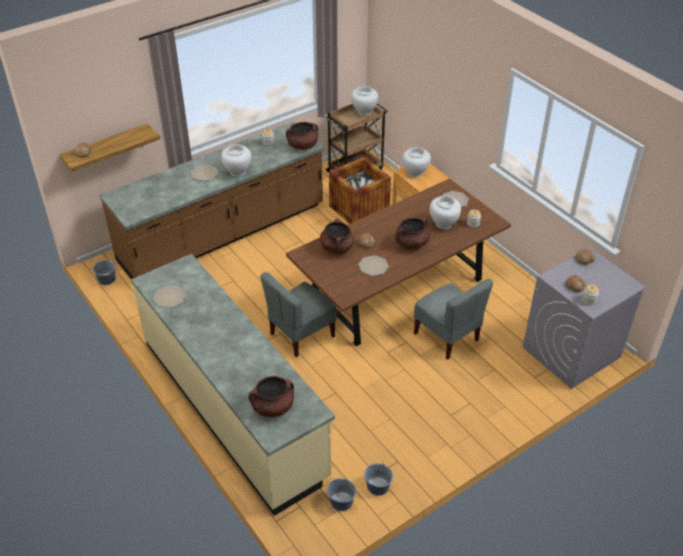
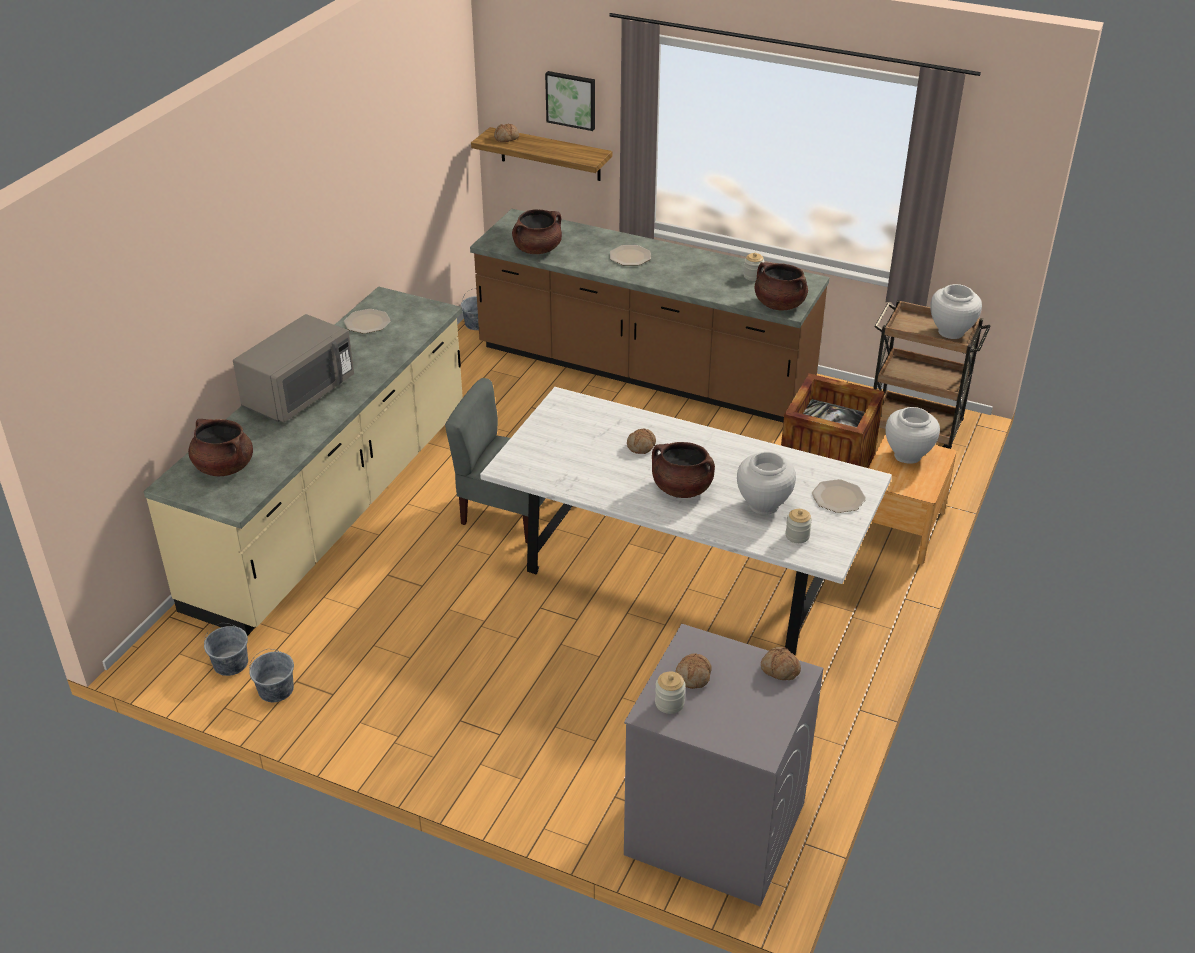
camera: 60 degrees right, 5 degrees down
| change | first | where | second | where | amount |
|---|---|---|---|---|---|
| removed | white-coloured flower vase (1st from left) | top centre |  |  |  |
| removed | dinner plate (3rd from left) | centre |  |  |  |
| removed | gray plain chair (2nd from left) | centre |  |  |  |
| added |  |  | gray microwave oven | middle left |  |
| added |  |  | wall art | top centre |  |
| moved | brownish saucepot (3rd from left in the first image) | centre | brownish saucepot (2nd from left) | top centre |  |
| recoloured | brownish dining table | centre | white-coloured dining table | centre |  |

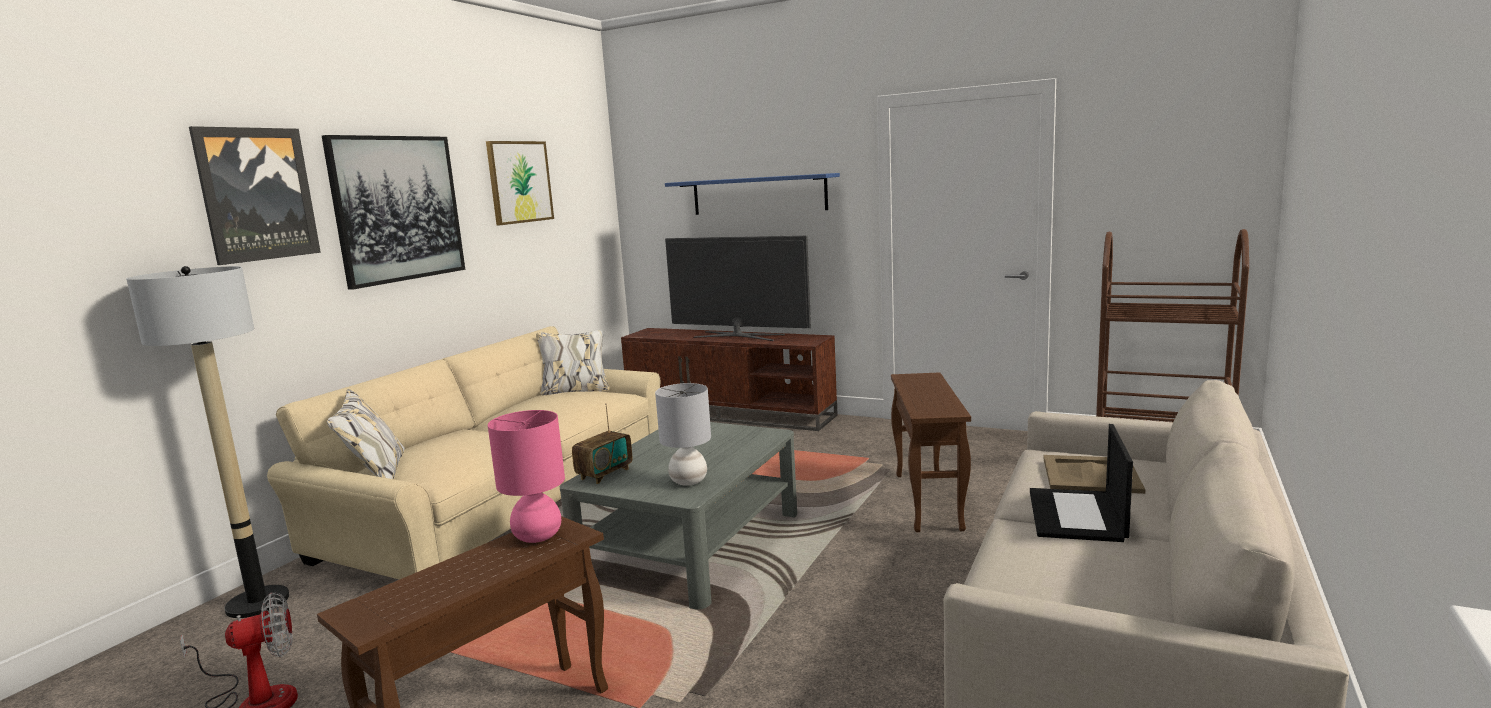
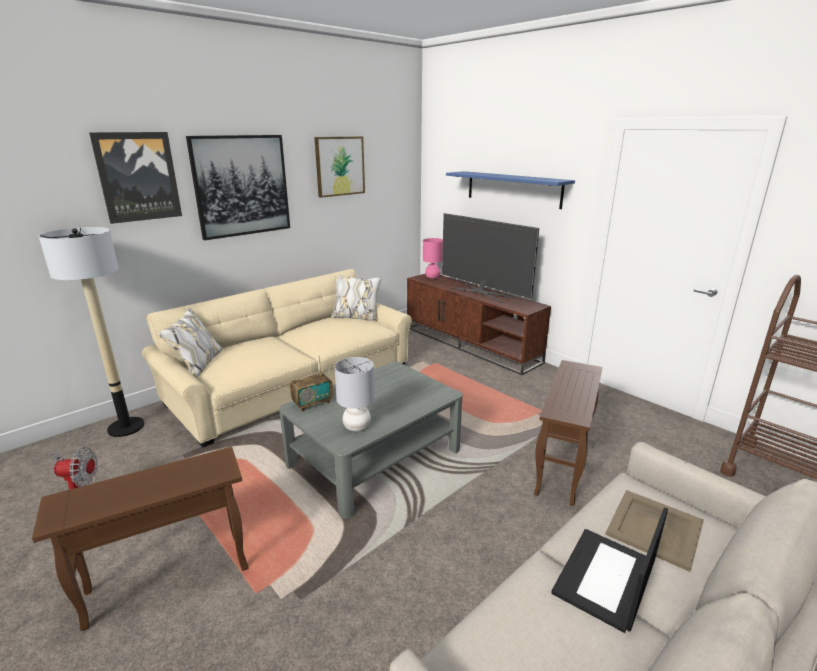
camera: 20 degrees right, 10 degrees up
| change | first | where | second | where | amount |
|---|---|---|---|---|---|
| moved | pinkish table lamp | bottom centre |  | centre |  |

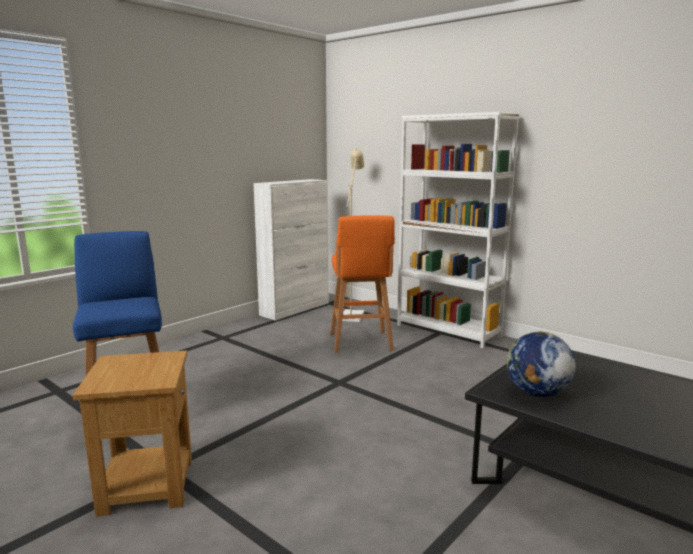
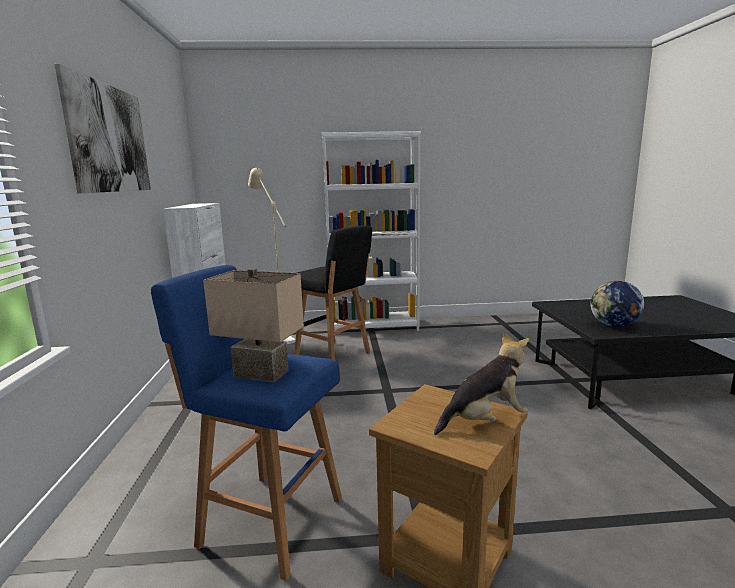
camera: 45 degrees left, 0 degrees up
| change | first | where | second | where | amount |
|---|---|---|---|---|---|
| added |  |  | wall art | top left |  |
| added |  |  | beige-coloured table lamp | centre |  |
| added |  |  | soft toy | centre |  |
| recoloured | orangey stool | centre | black-coloured stool | centre |  |

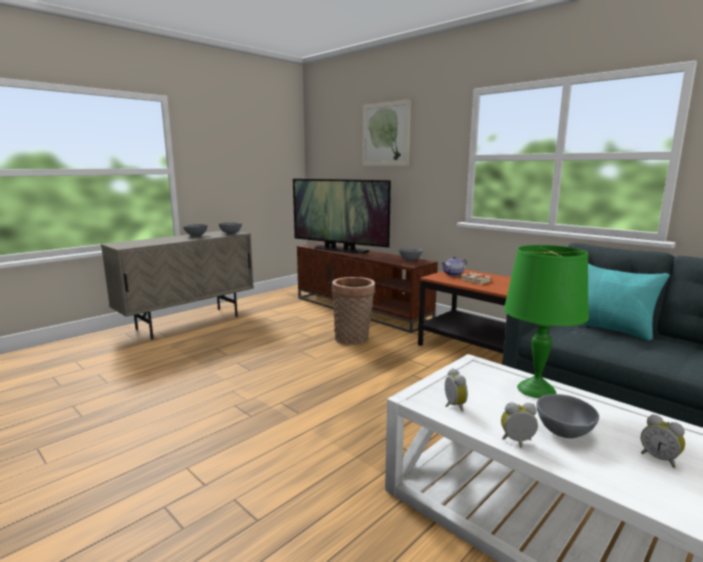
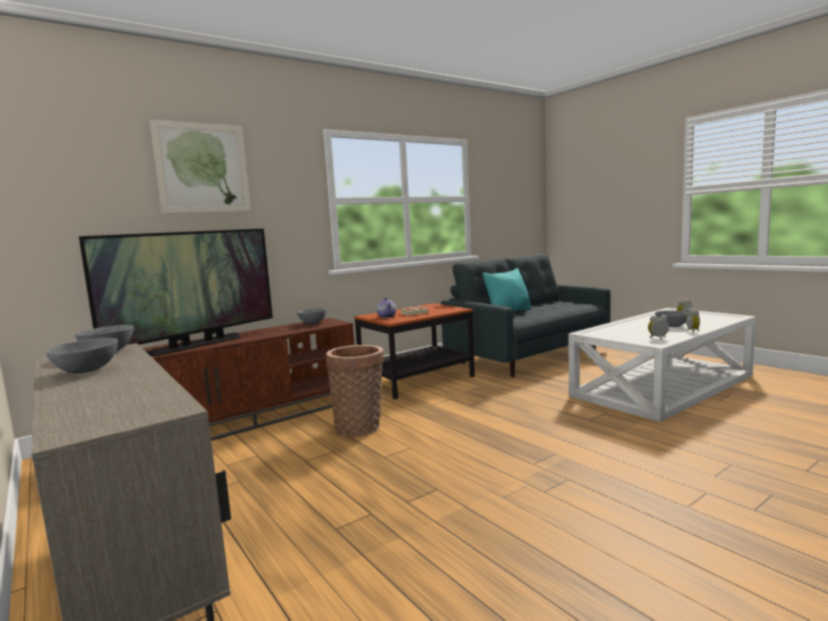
camera: 80 degrees left, 5 degrees down
| change | first | where | second | where | amount |
|---|---|---|---|---|---|
| removed | green-coloured table lamp | middle right |  |  |  |

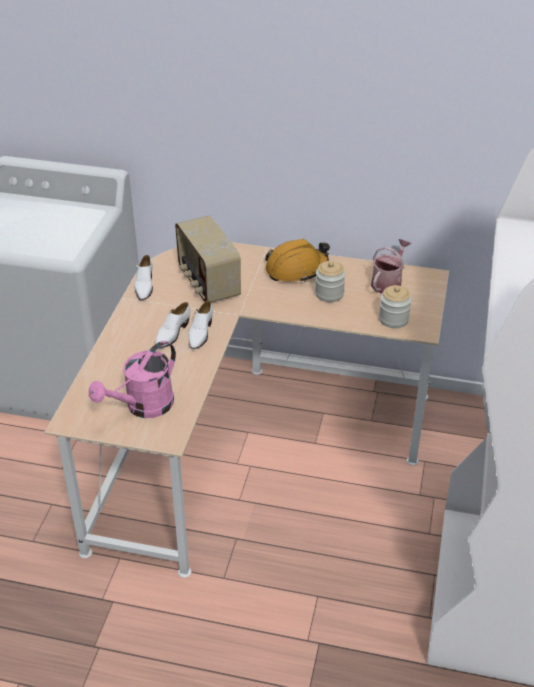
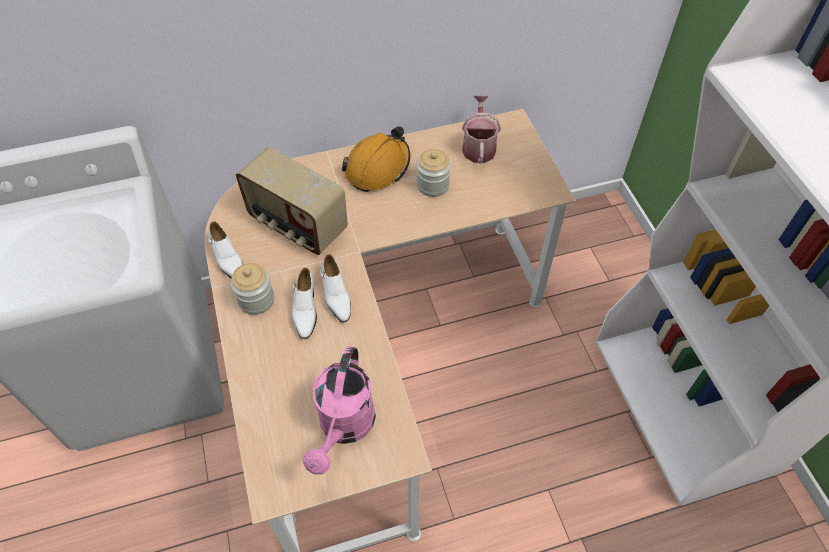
camera: 30 degrees left, 15 degrees up
| change | first | where | second | where | amount |
|---|---|---|---|---|---|
| moved | storage jar (2nd from left in the first image) | middle right | storage jar (1st from left) | middle left |  |

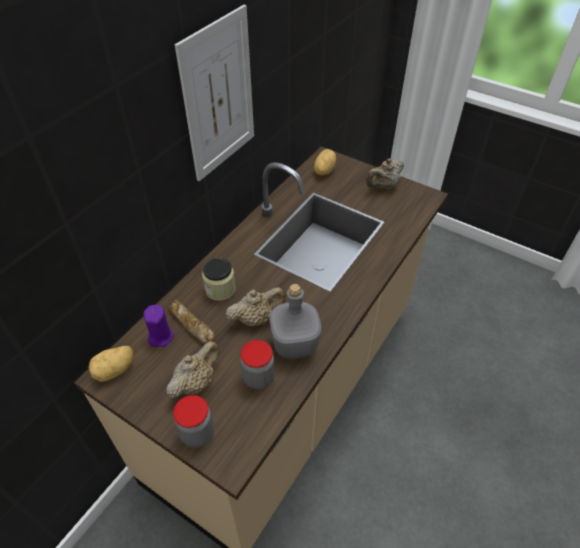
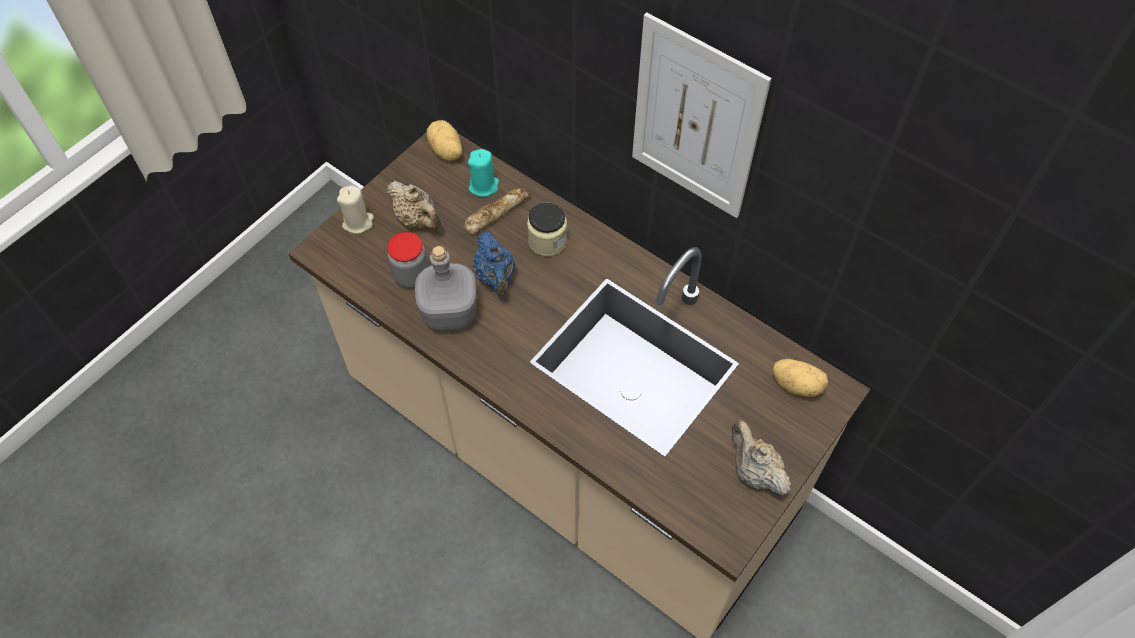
camera: 95 degrees right, 10 degrees up
| change | first | where | second | where | amount |
|---|---|---|---|---|---|
| replaced | storage jar (1st from left) | bottom left | beige-coloured wax candle | top left |  |
| recoloured | purple wax candle | middle left | turquoise wax candle | top centre |  |
| recoloured | beige-coloured pot for tea (2nd from left) | centre | bluish pot for tea | centre |  |

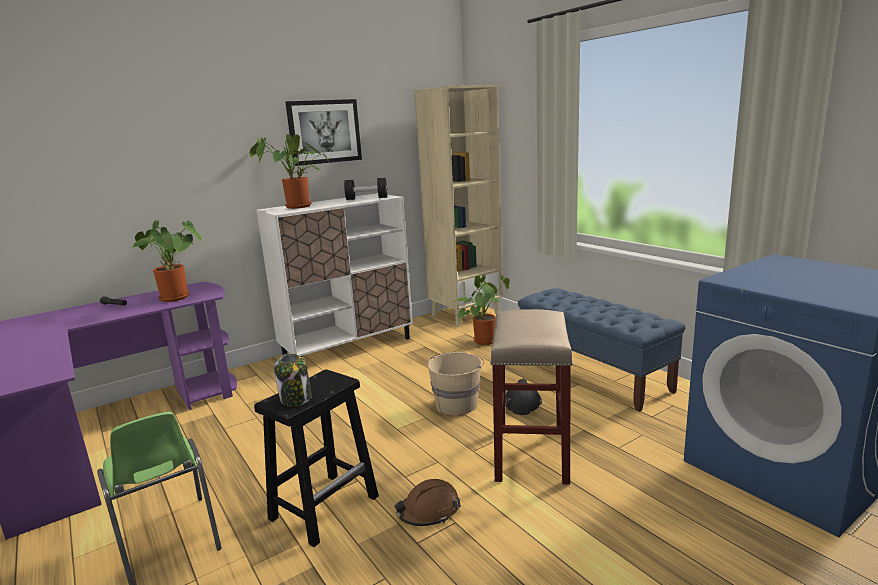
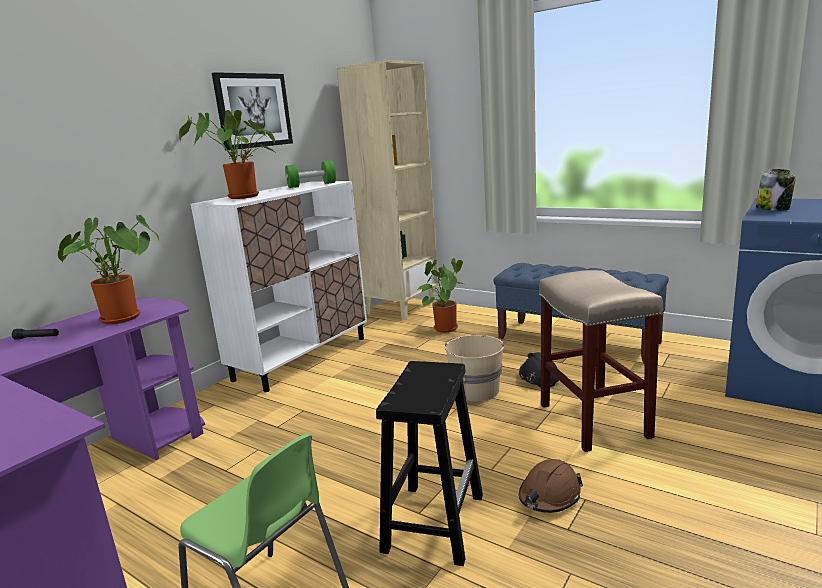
camera: 20 degrees left, 0 degrees up
| change | first | where | second | where | amount |
|---|---|---|---|---|---|
| moved | storage jar | centre |  | top right |  |
| recoloured | black-coloured dumbbell | top centre | green-coloured dumbbell | top centre |  |

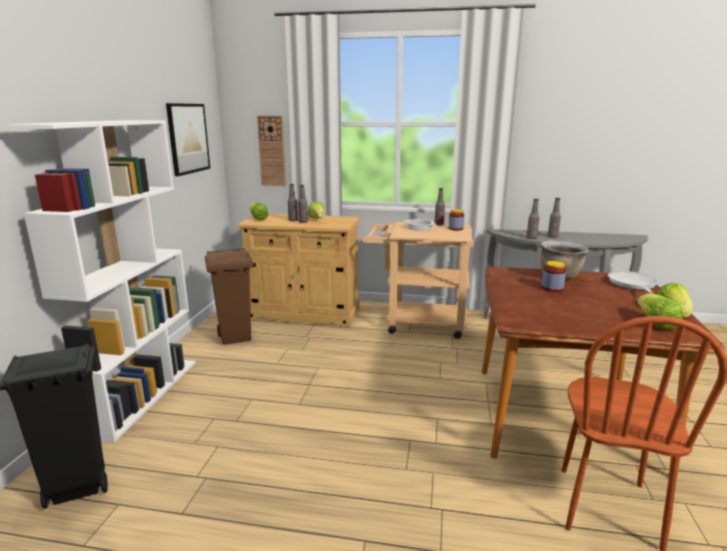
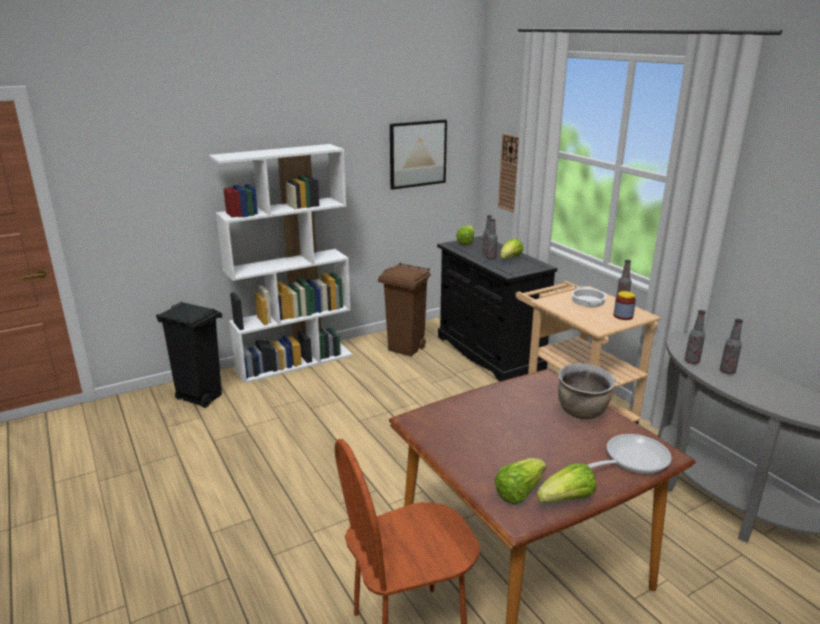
camera: 50 degrees right, 5 degrees up
| change | first | where | second | where | amount |
|---|---|---|---|---|---|
| removed | storage jar (2nd from left) | middle right |  |  |  |
| recoloured | beige-coloured cabinet | centre | black-coloured cabinet | centre |  |

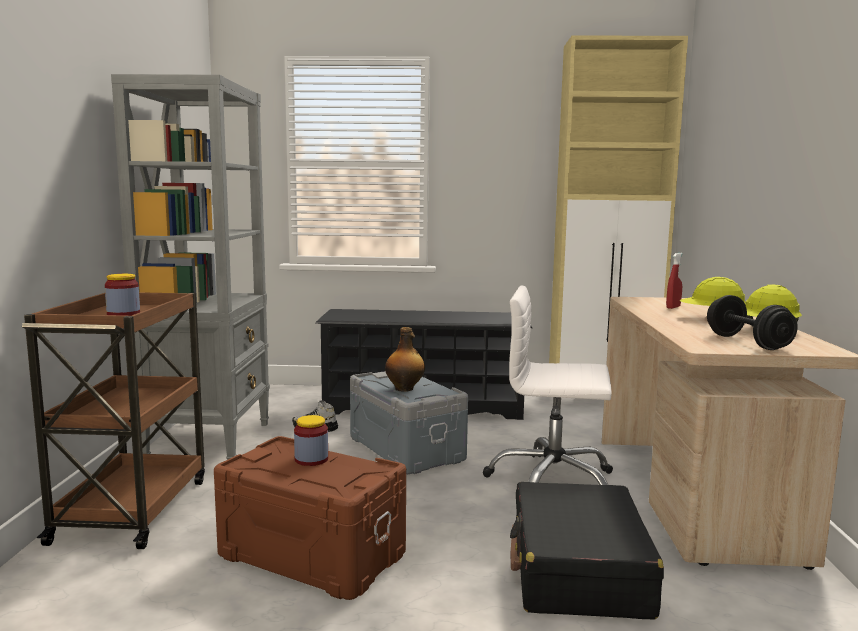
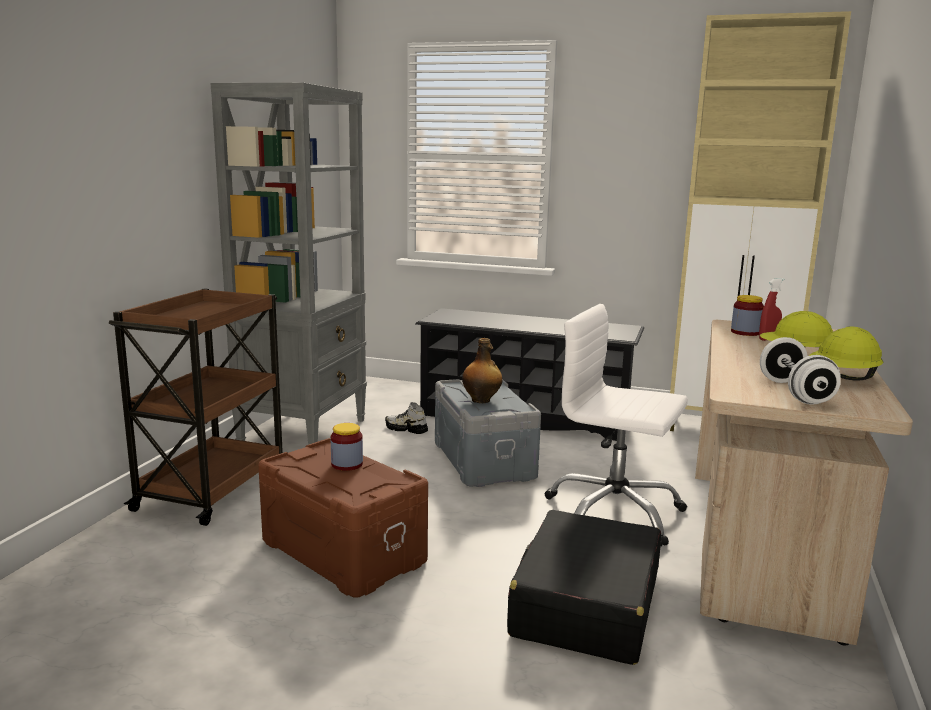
camera: 15 degrees right, 5 degrees up
| change | first | where | second | where | amount |
|---|---|---|---|---|---|
| moved | storage jar (1st from left in the first image) | middle left | storage jar (2nd from left) | middle right |  |
| recoloured | black-coloured dumbbell | middle right | white-coloured dumbbell | middle right |  |

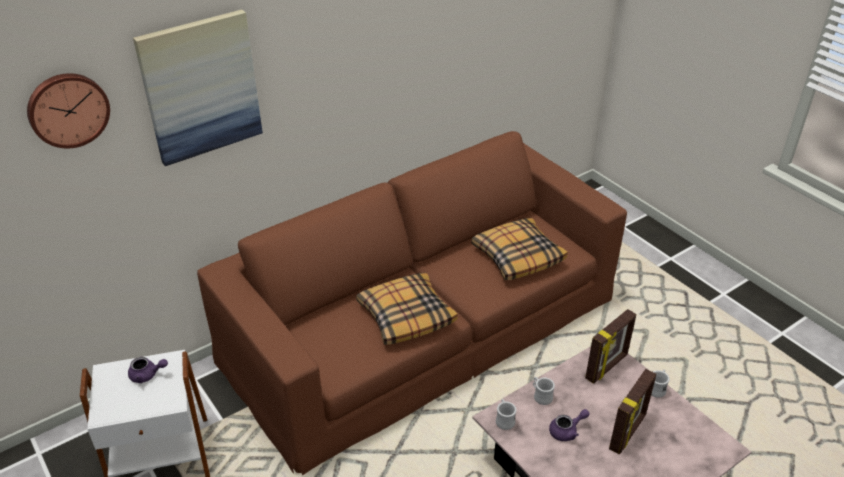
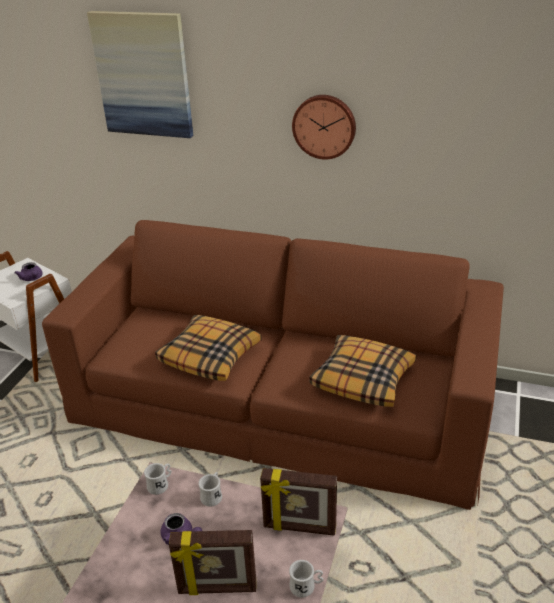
camera: 55 degrees right, 5 degrees down
| change | first | where | second | where | amount |
|---|---|---|---|---|---|
| moved | clock on the wall | top left |  | top centre |  |

